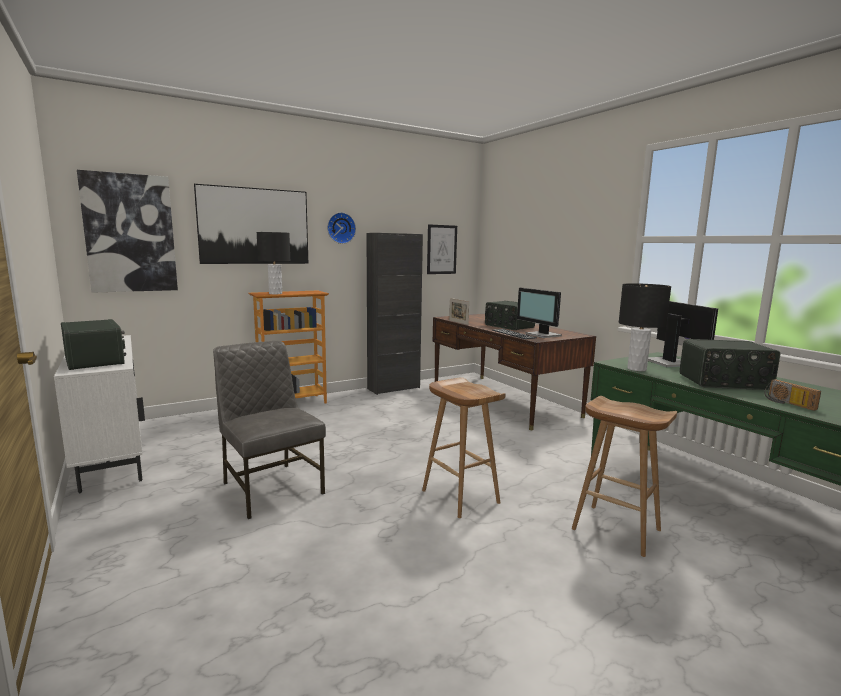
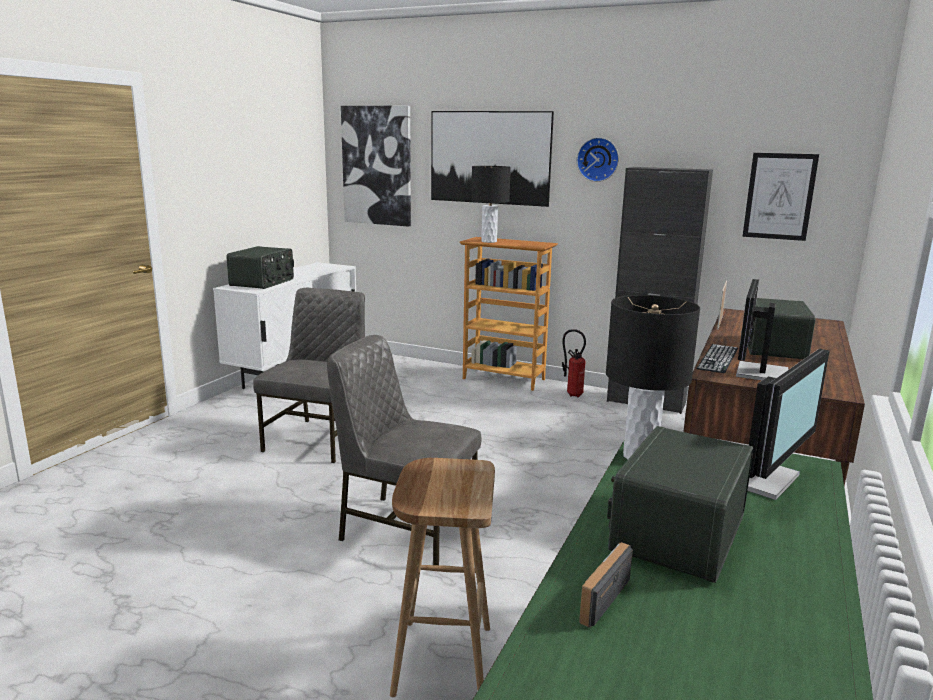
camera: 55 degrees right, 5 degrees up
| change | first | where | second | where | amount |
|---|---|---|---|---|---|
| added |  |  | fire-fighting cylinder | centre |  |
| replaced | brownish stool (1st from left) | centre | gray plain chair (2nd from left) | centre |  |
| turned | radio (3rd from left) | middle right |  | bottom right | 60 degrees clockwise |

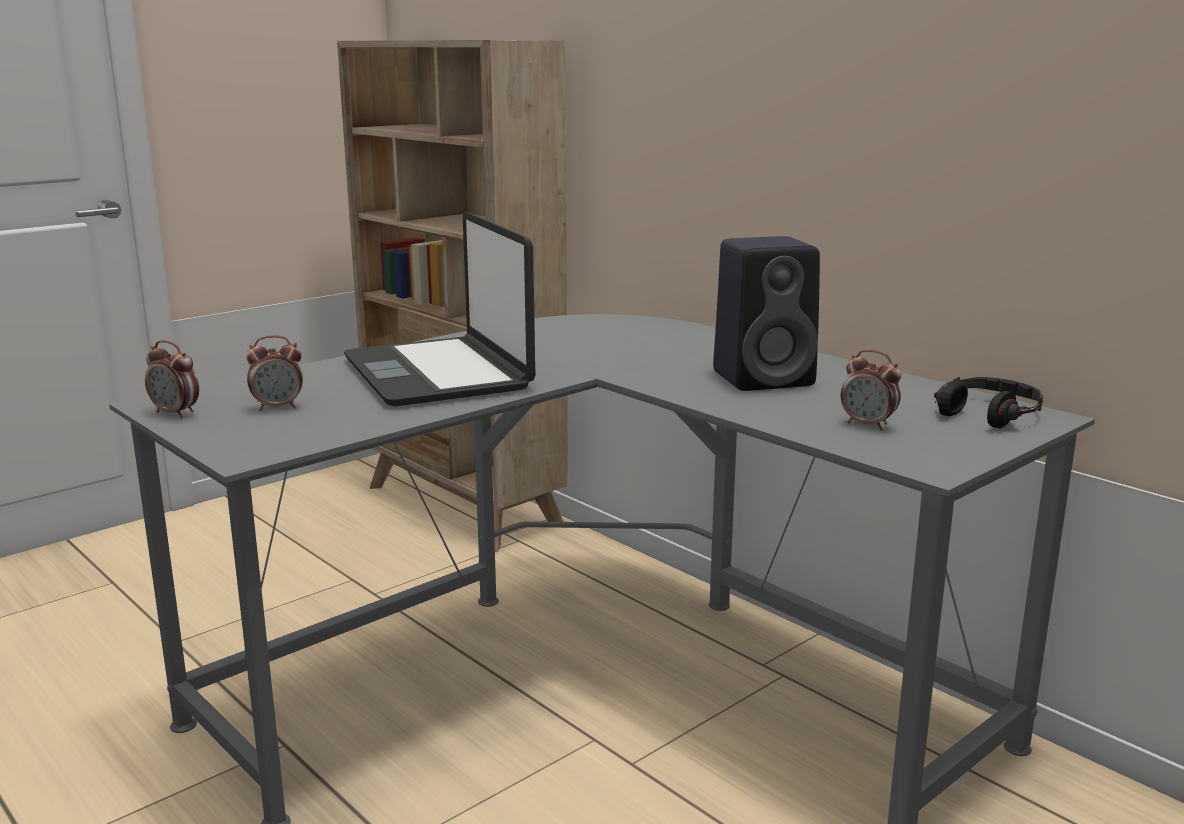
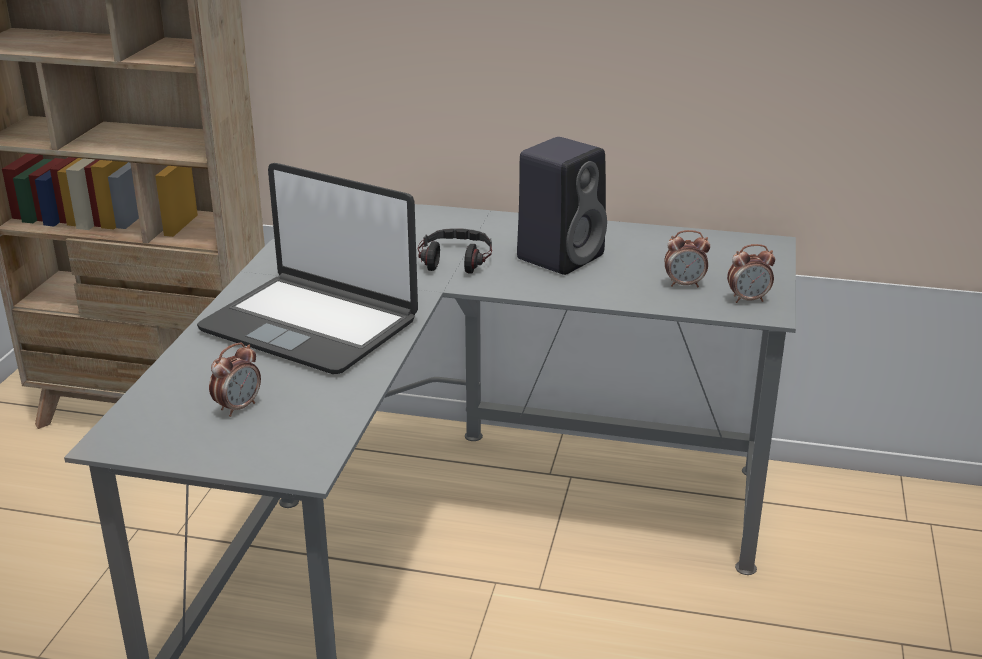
camera: 35 degrees left, 10 degrees up
| change | first | where | second | where | amount |
|---|---|---|---|---|---|
| moved | table clock (1st from left in the first image) | middle left | table clock (3rd from left) | middle right |  |
| moved | headset | middle right |  | centre |  |

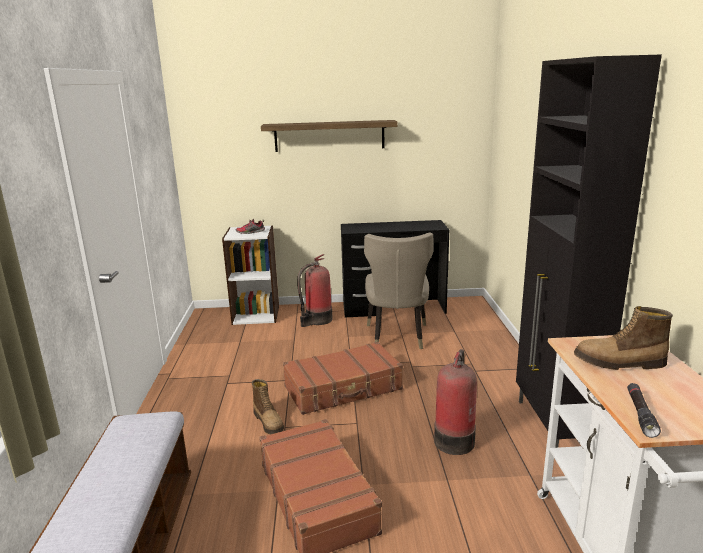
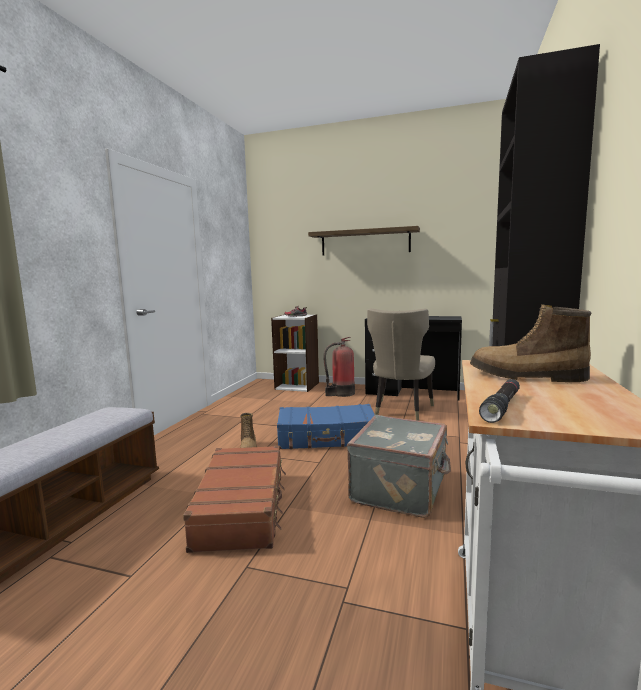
camera: 20 degrees right, 10 degrees down
| change | first | where | second | where | amount |
|---|---|---|---|---|---|
| replaced | fire-fighting cylinder (2nd from left) | bottom centre | gray travel case | bottom centre |  |
| recoloured | brownish travel case (2nd from left) | bottom centre | bluish travel case | centre |  |

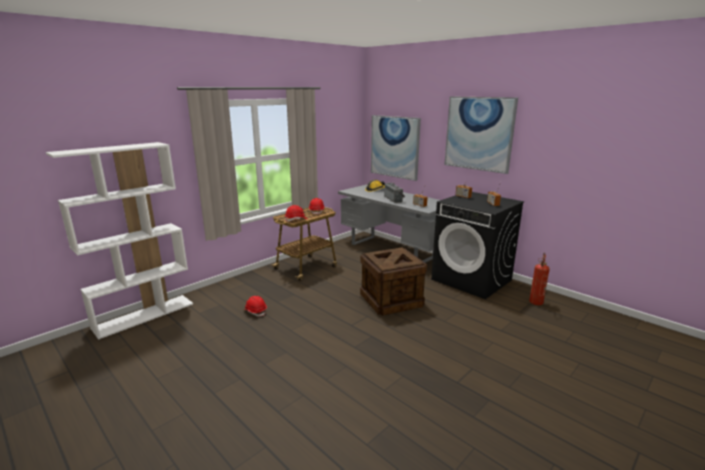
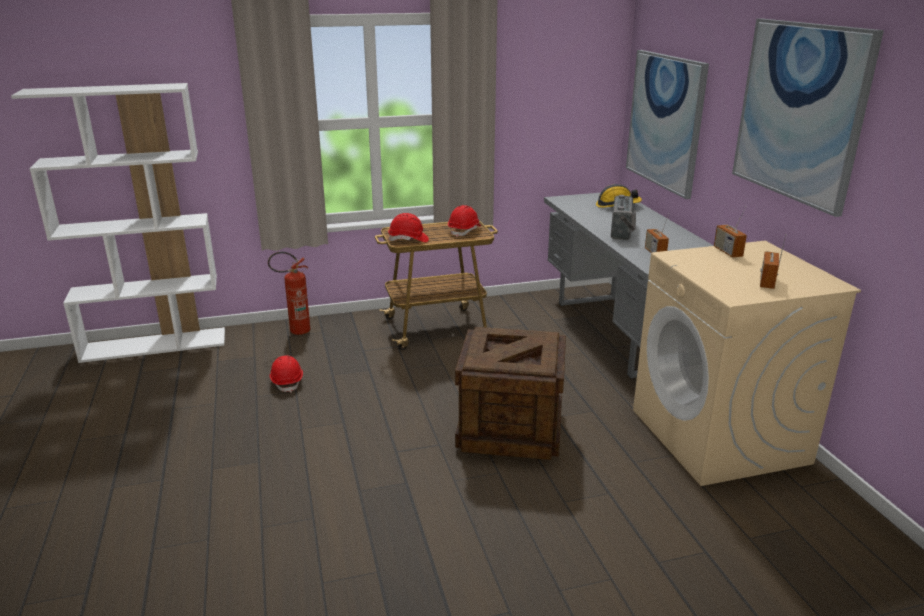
camera: 30 degrees right, 5 degrees up
| change | first | where | second | where | amount |
|---|---|---|---|---|---|
| moved | fire-fighting cylinder | middle right |  | middle left |  |
| recoloured | black-coloured laundry machine | middle right | beige-coloured laundry machine | middle right |  |

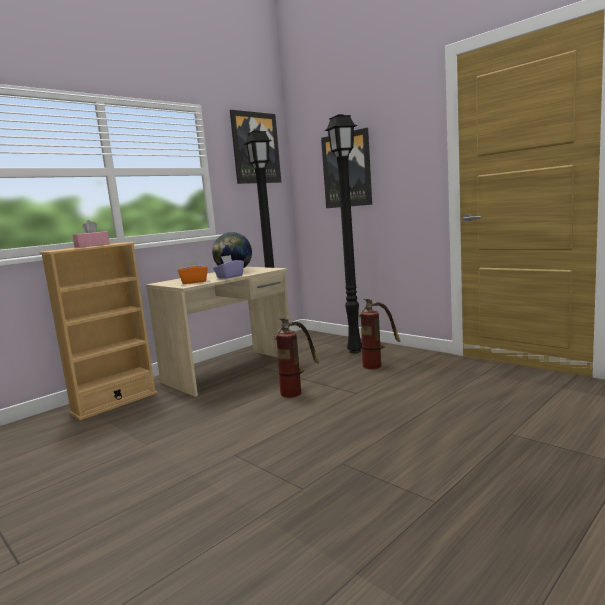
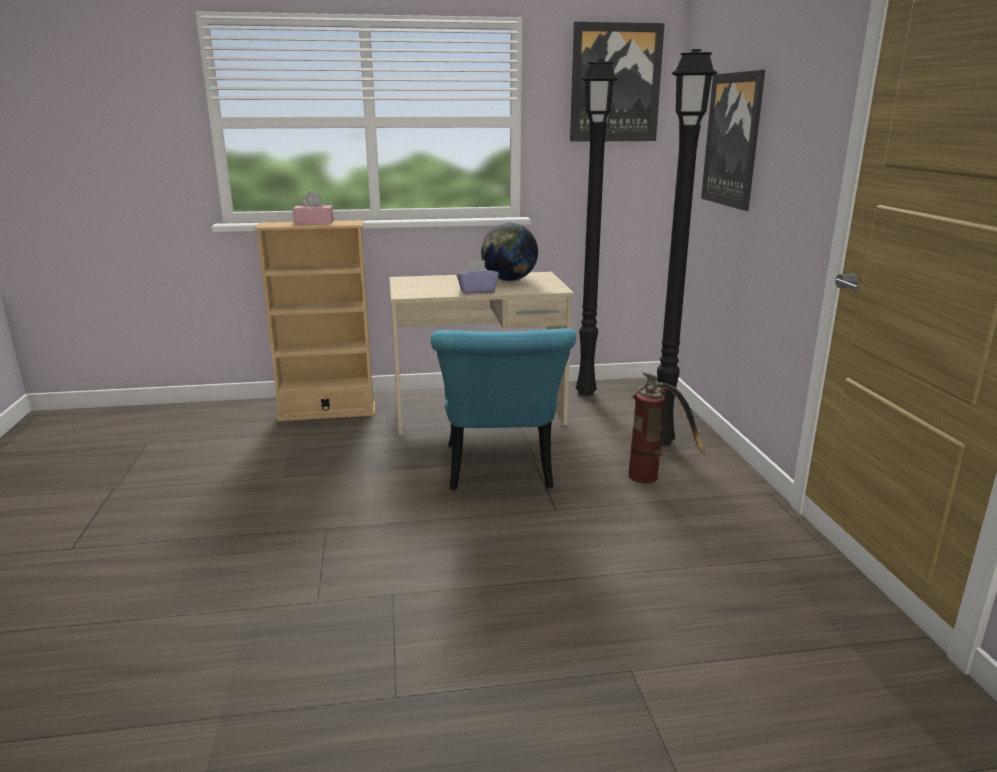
camera: 35 degrees right, 10 degrees up
| change | first | where | second | where | amount |
|---|---|---|---|---|---|
| removed | orangey tissue holder | middle left |  |  |  |
| replaced | fire-fighting cylinder (1st from left) | centre | turquoise plain chair | centre |  |

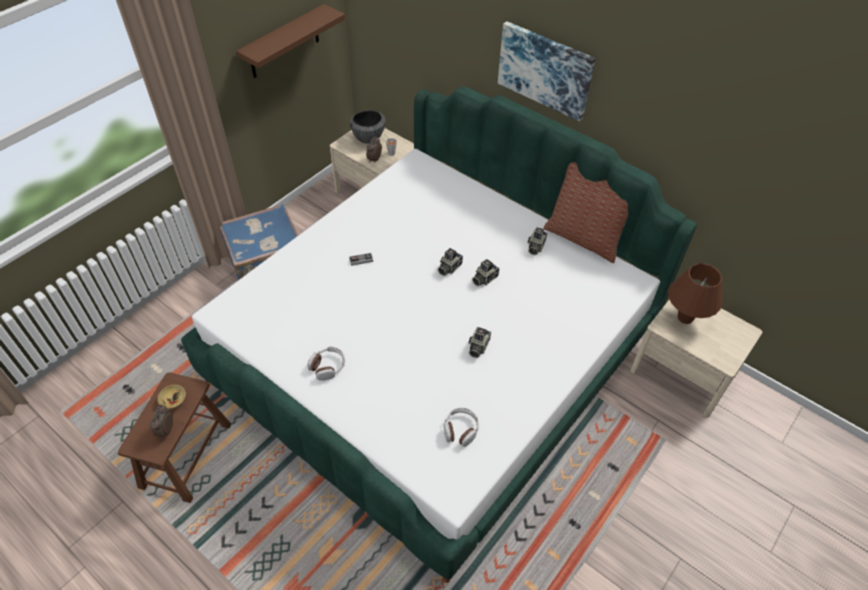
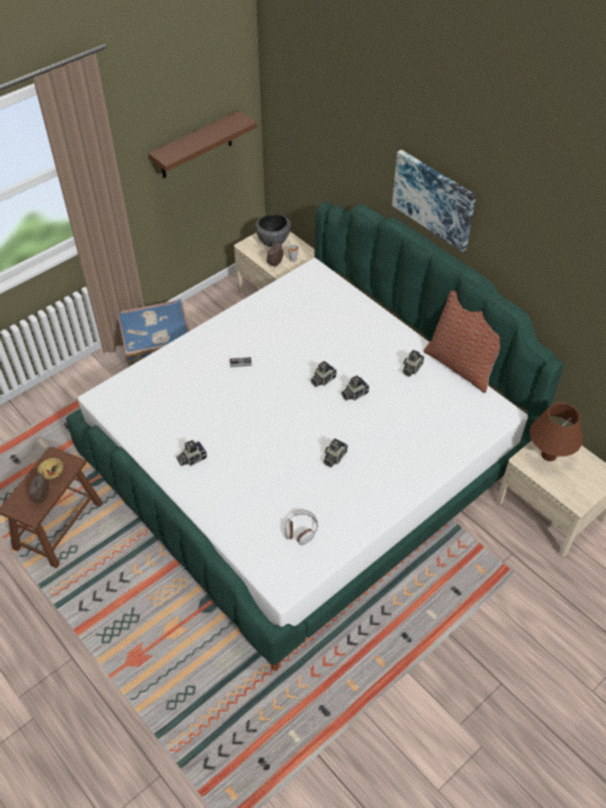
camera: 10 degrees right, 0 degrees up
| change | first | where | second | where | amount |
|---|---|---|---|---|---|
| replaced | headset (1st from left) | centre | photo camera (1st from left) | middle left |  |

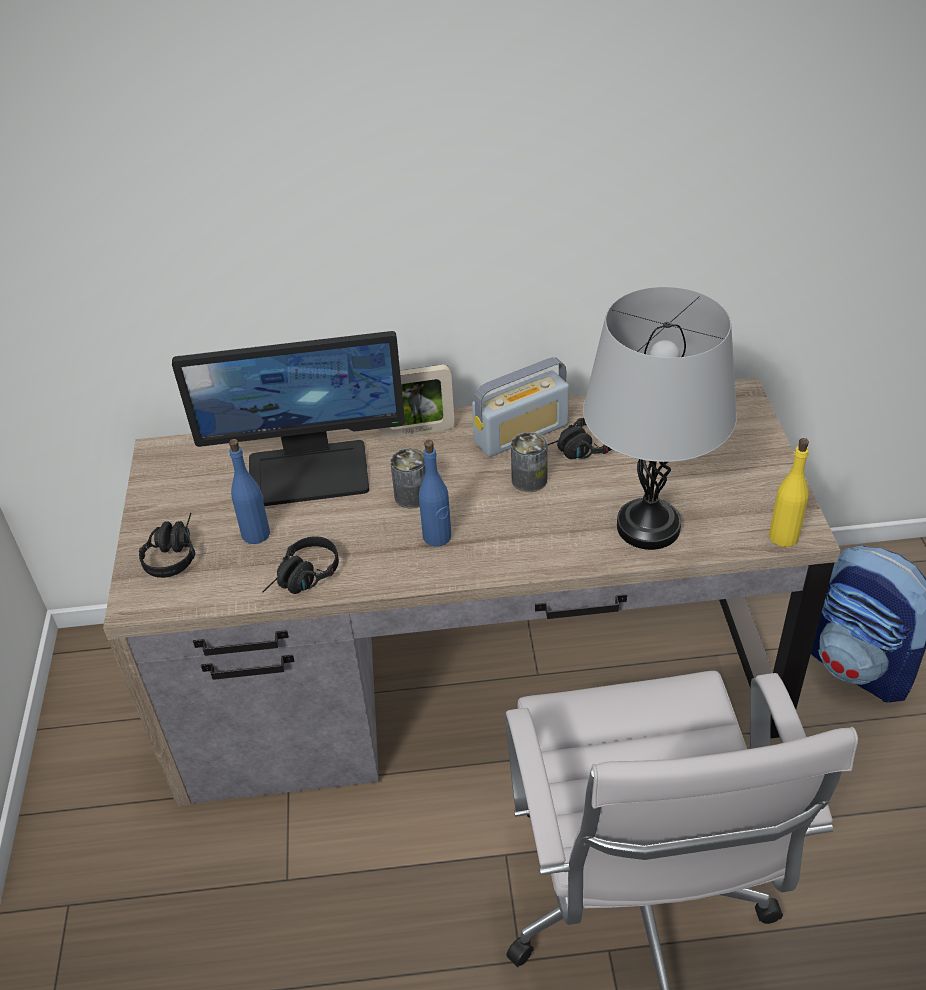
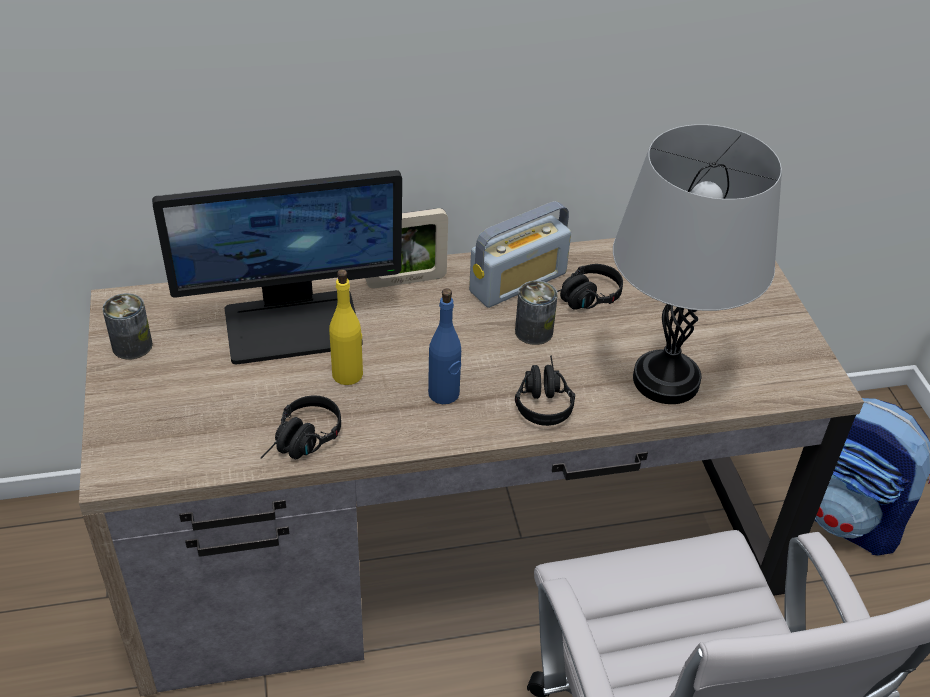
camera: 10 degrees left, 0 degrees up
| change | first | where | second | where | amount |
|---|---|---|---|---|---|
| removed | bluish beverage bottle (1st from left) | middle left |  |  |  |
| moved | black-coloured headset (1st from left in the first image) | middle left | black-coloured headset (2nd from left) | centre |  |
| moved | can (1st from left) | centre |  | middle left |  |
| moved | yellowish beverage bottle | middle right |  | centre |  |

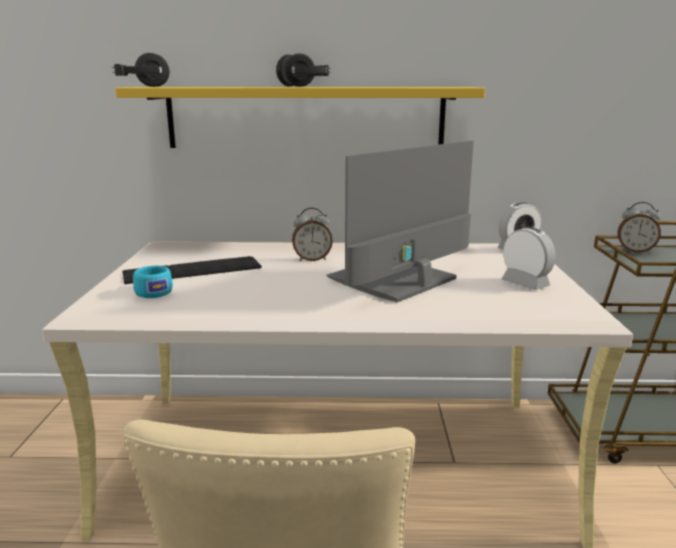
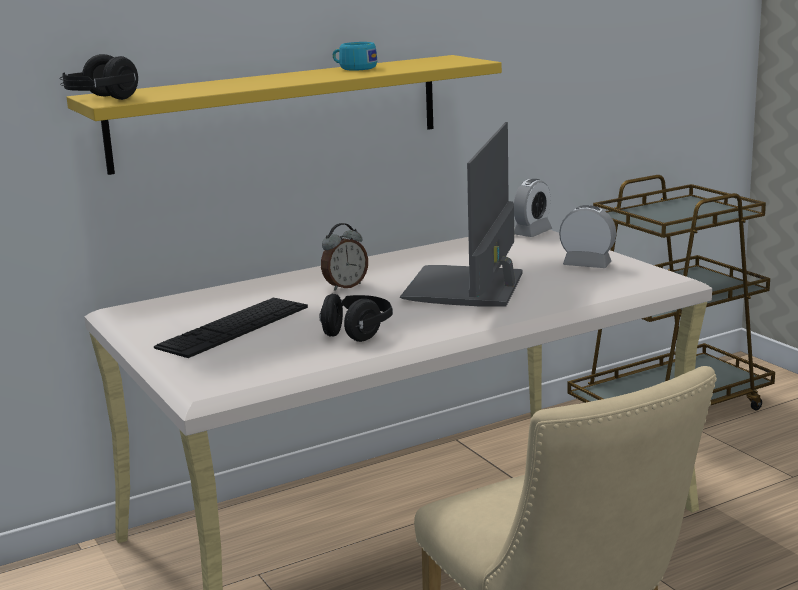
camera: 30 degrees left, 0 degrees up
| change | first | where | second | where | amount |
|---|---|---|---|---|---|
| removed | table clock (4th from left) | middle right |  |  |  |
| moved | turquoise small cup | middle left |  | top centre |  |
| moved | black-coloured headset (2nd from left) | top centre |  | centre |  |

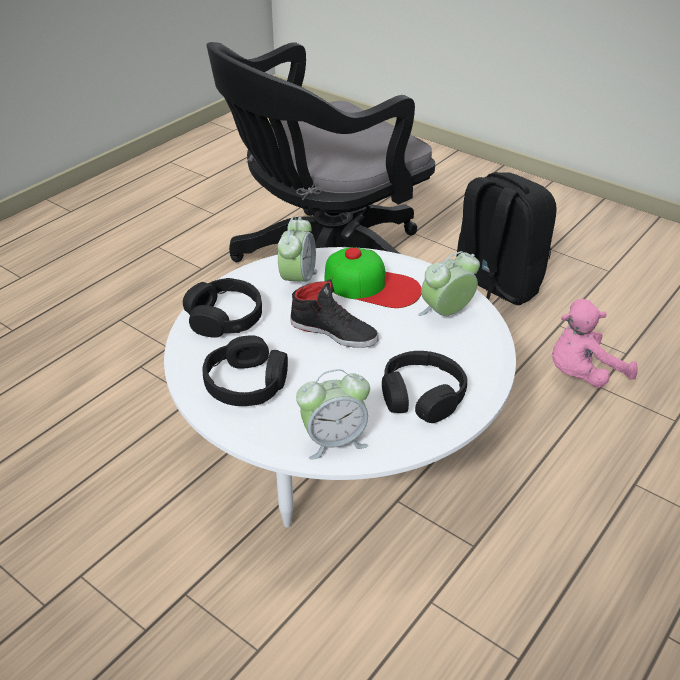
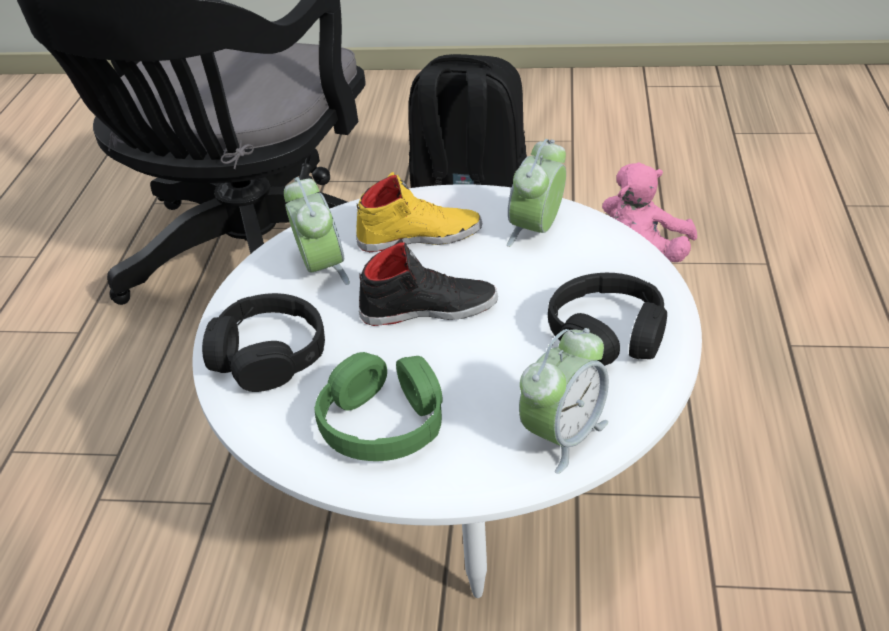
camera: 30 degrees left, 0 degrees up
| change | first | where | second | where | amount |
|---|---|---|---|---|---|
| replaced | baseball cap | centre | yellowish item of footwear | centre |  |
| recoloured | black-coloured headset (2nd from left) | centre | green-coloured headset | centre |  |

